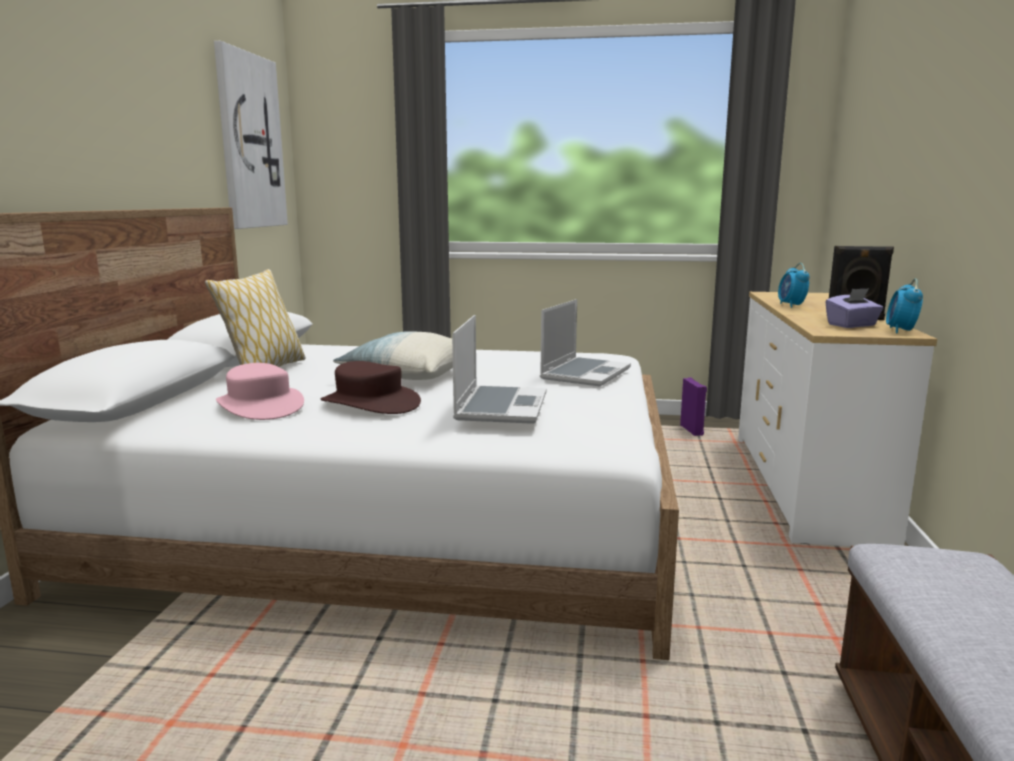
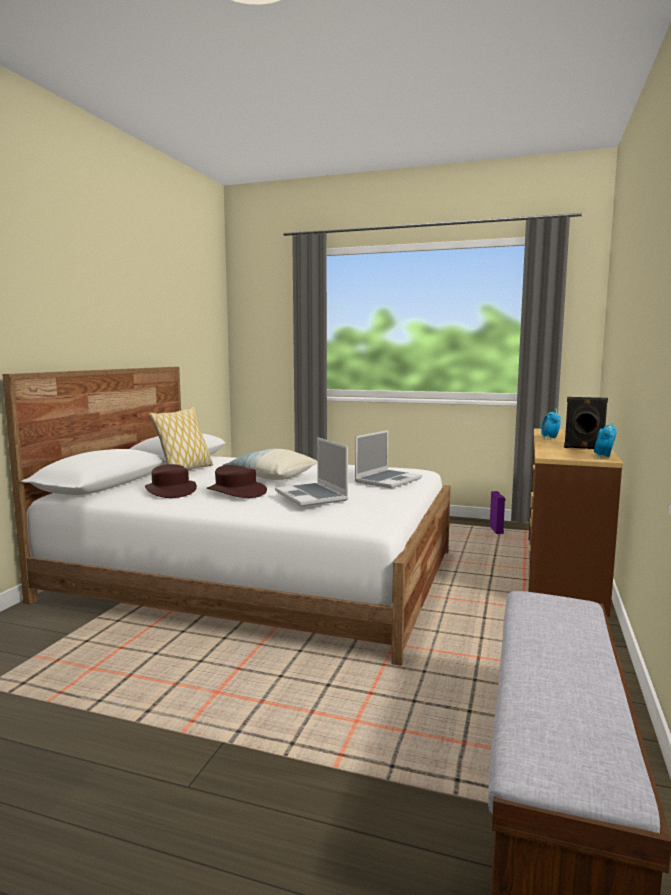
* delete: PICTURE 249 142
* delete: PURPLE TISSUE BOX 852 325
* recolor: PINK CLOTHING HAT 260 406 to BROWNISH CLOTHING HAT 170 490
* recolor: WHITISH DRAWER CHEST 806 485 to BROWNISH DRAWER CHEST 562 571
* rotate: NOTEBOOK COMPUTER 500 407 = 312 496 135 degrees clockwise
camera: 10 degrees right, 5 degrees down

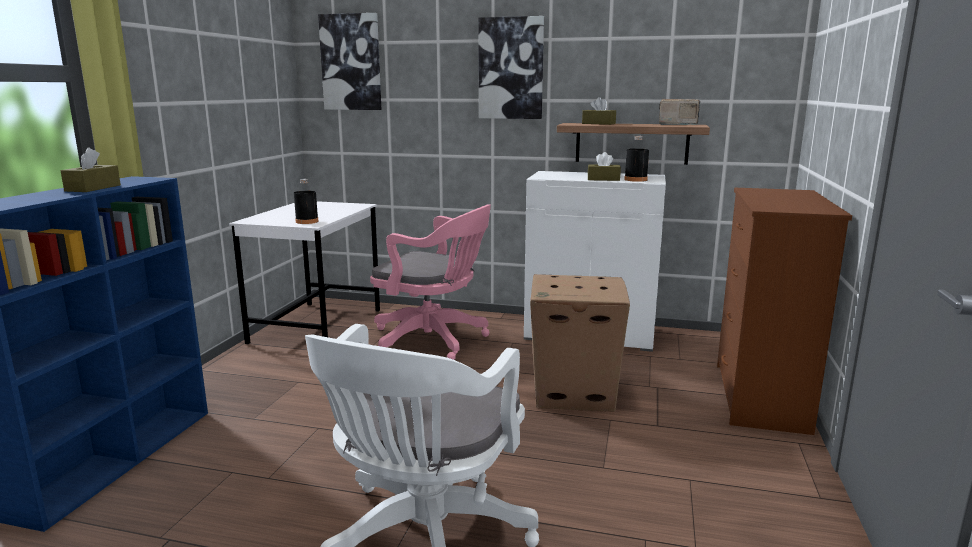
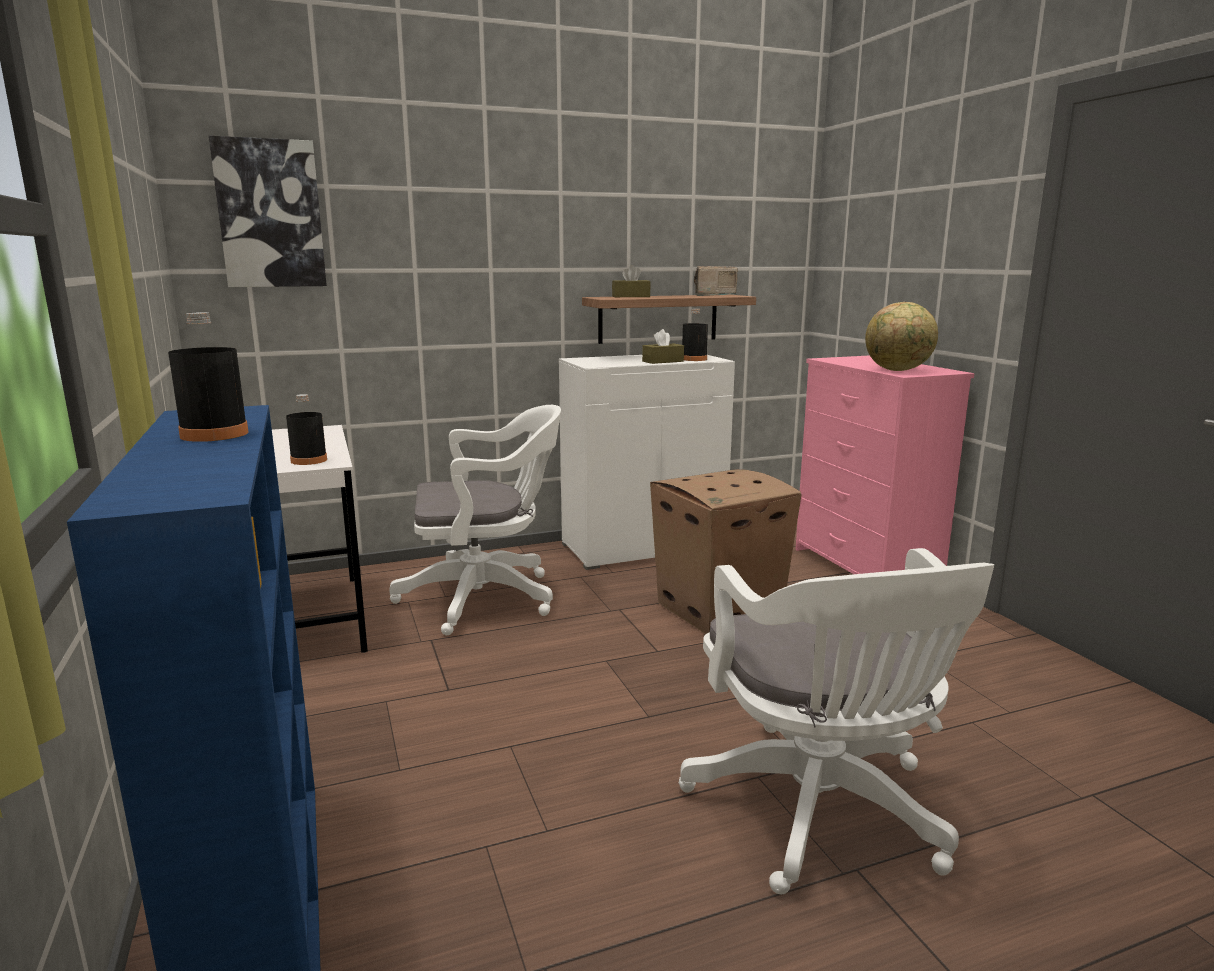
* delete: PICTURE 511 68
* insert: GLOBE 898 370
* replace: BROWNISH TISSUE BOX 93 188 to BLACKISH DRINK BOTTLE 214 434
* recolor: PINK OFFICE CHAIR 434 340 to WHITISH OFFICE CHAIR 487 598
* recolor: BROWNISH DRAWER CHEST 759 397 to PINK DRAWER CHEST 865 568
camera: 35 degrees left, 0 degrees up

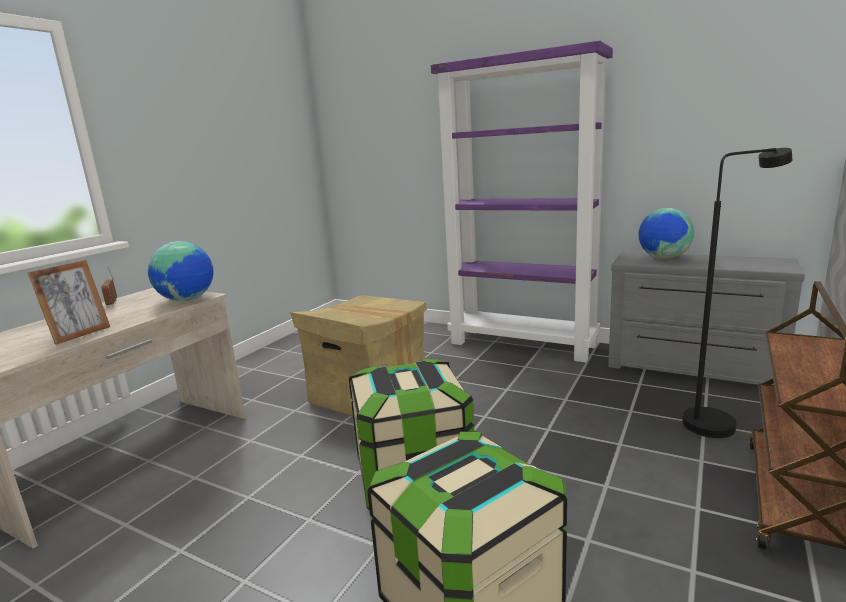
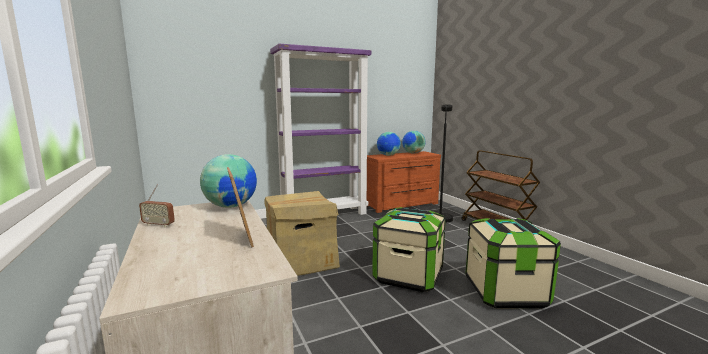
* insert: GLOBE 413 153
* recolor: GRAY DRAWER CHEST 692 368 to BROWNISH DRAWER CHEST 402 205
camera: 55 degrees left, 5 degrees down

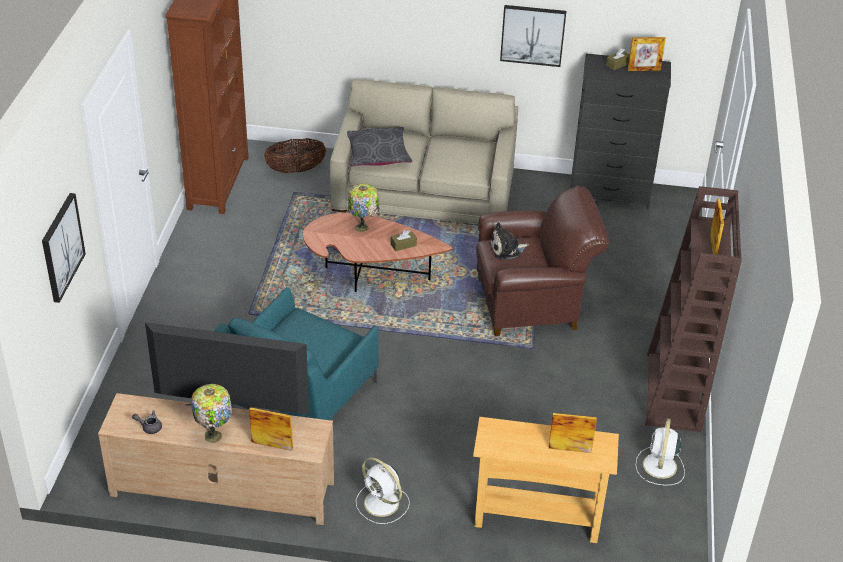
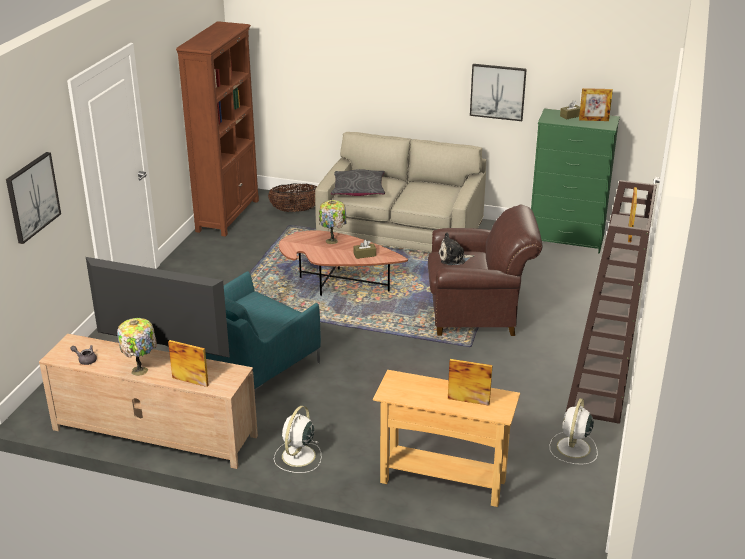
* recolor: BLACKISH DRAWER CHEST 610 192 to GREEN-COLOURED DRAWER CHEST 566 240
* rotate: WHITISH COOLING FAN 382 504 = 298 457 60 degrees clockwise
camera: 10 degrees right, 10 degrees down

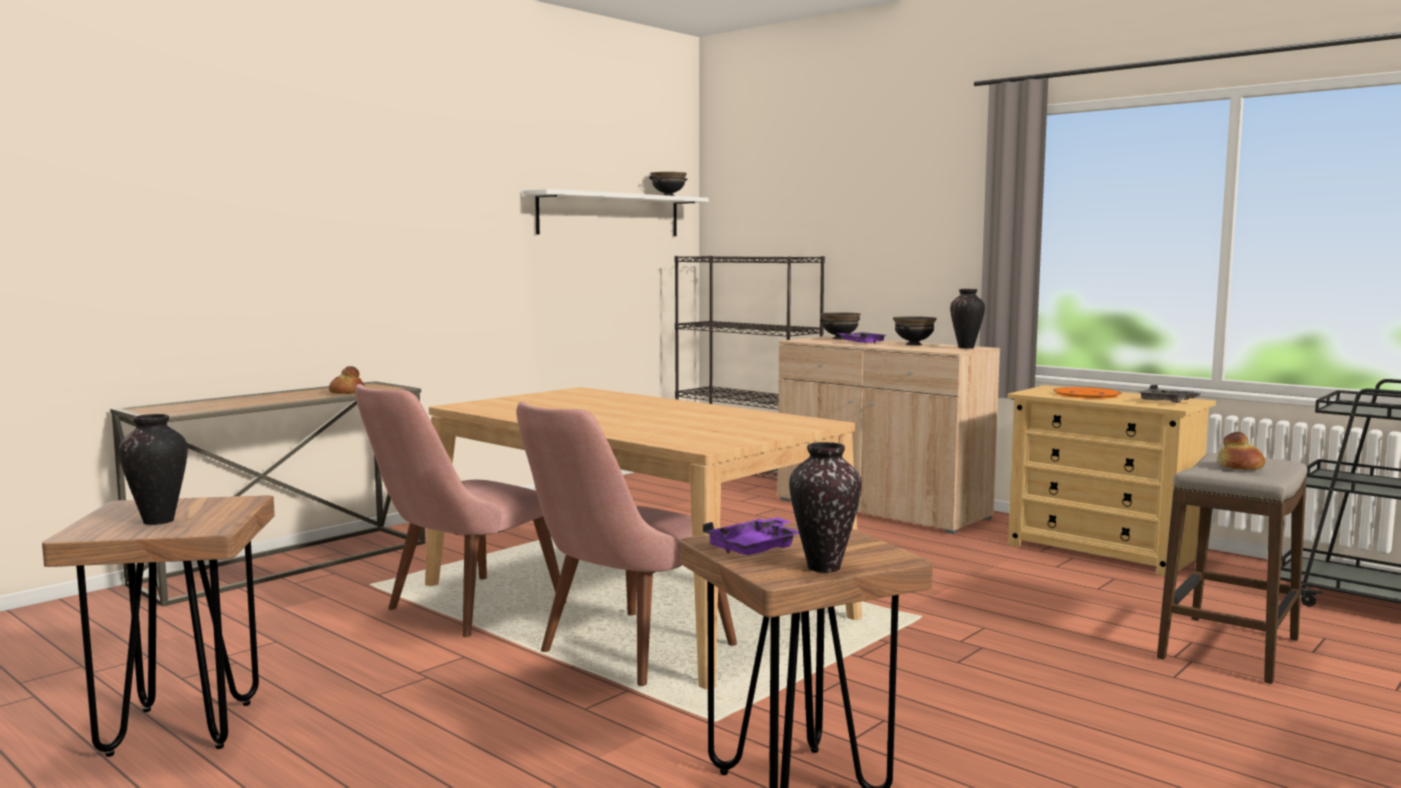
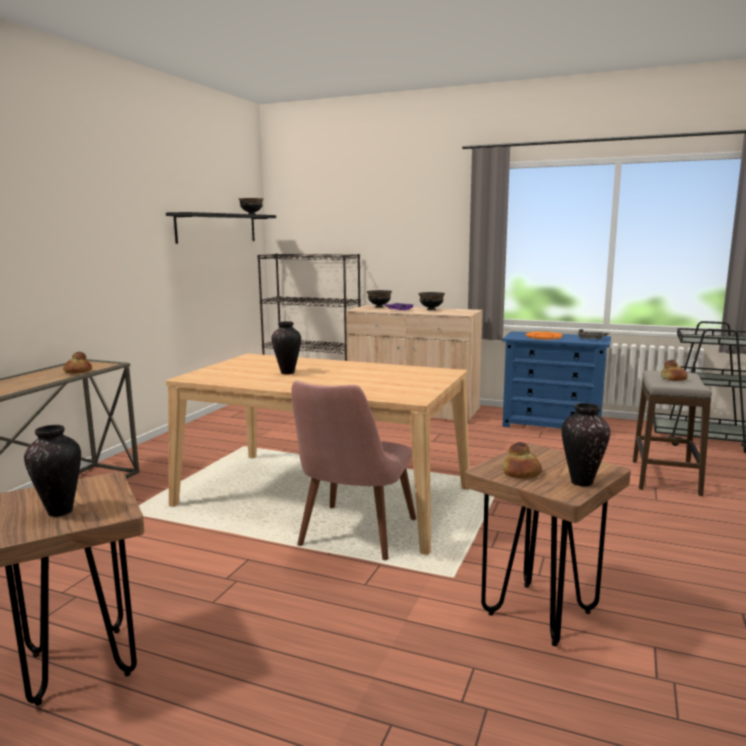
* delete: PINK PLAIN CHAIR 459 611
* move: FLOWER VASE 966 348 to 287 373
* replace: PURPLE SERVING TRAY 755 549 to BAKERY BREAD 522 473
* recolor: WHITISH WALL SHELF 610 215 to BLACKISH WALL SHELF 217 228
* recolor: BEIGE DRAWER CHEST 1102 551 to BLUE DRAWER CHEST 552 424
camera: 20 degrees left, 5 degrees up

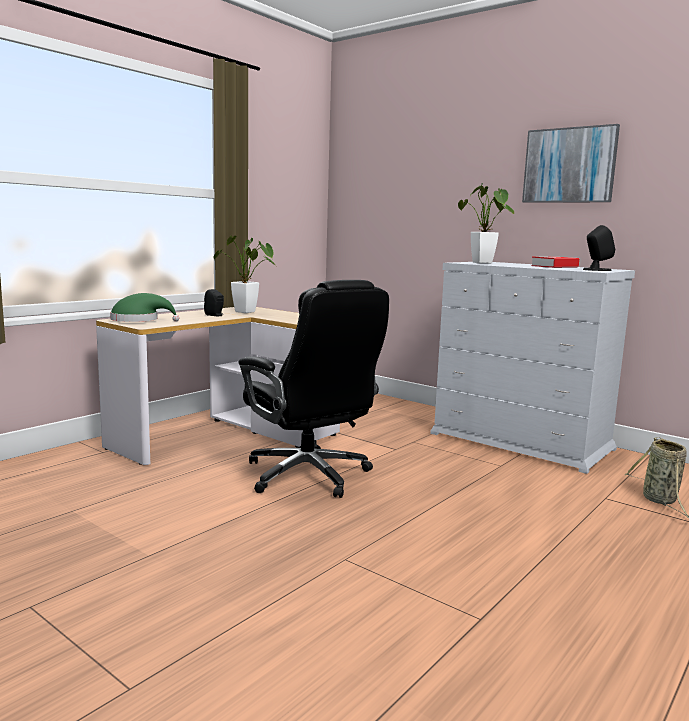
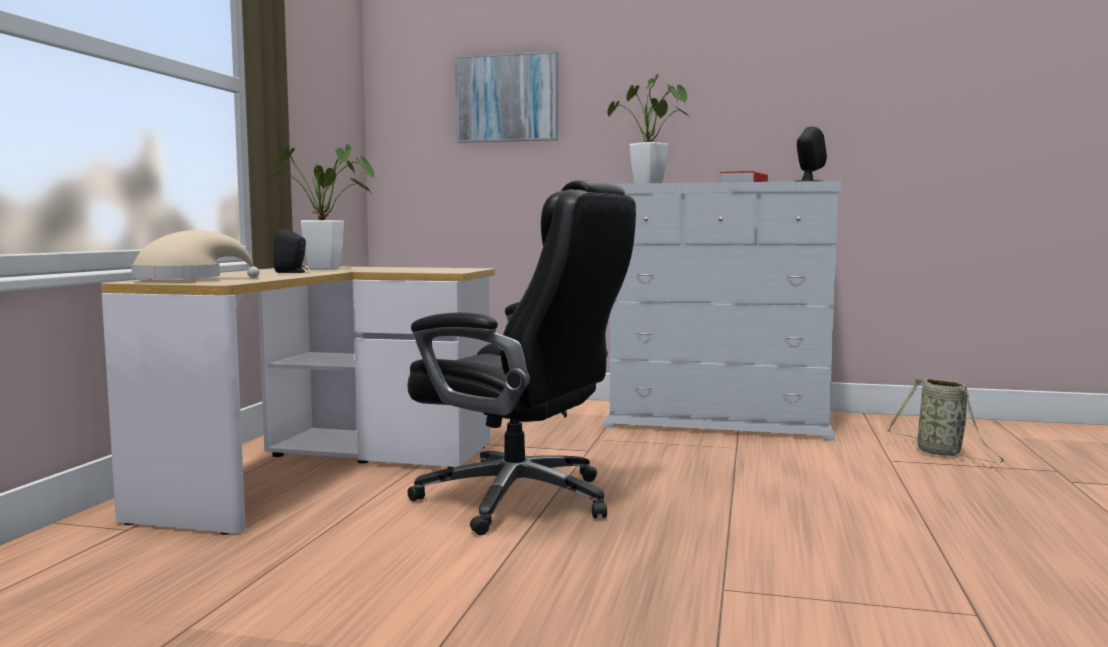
* move: PICTURE 569 165 to 507 98
* recolor: GREEN-COLOURED CLOTHING HAT 139 320 to BEIGE CLOTHING HAT 186 280
camera: 25 degrees left, 5 degrees down

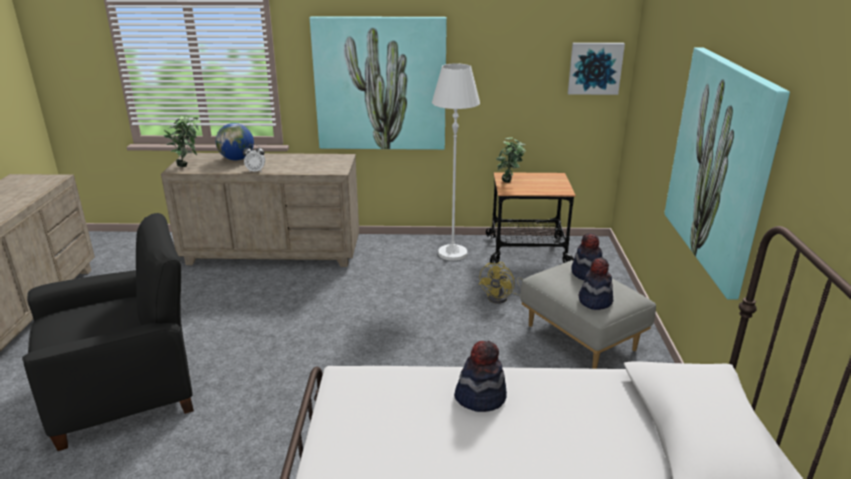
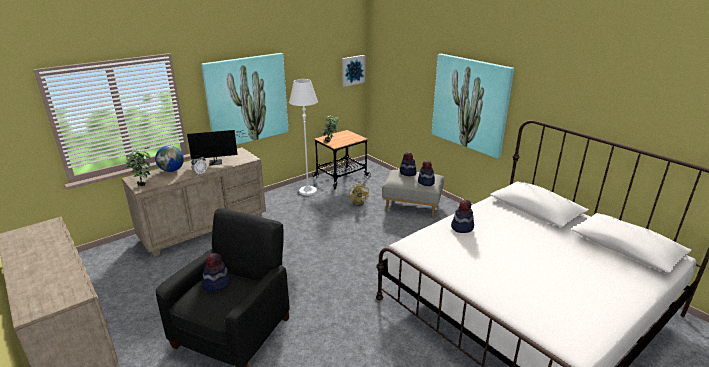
* insert: COMPUTER SCREEN 218 162
* insert: CLOTHING HAT 216 283
camera: 40 degrees left, 0 degrees up

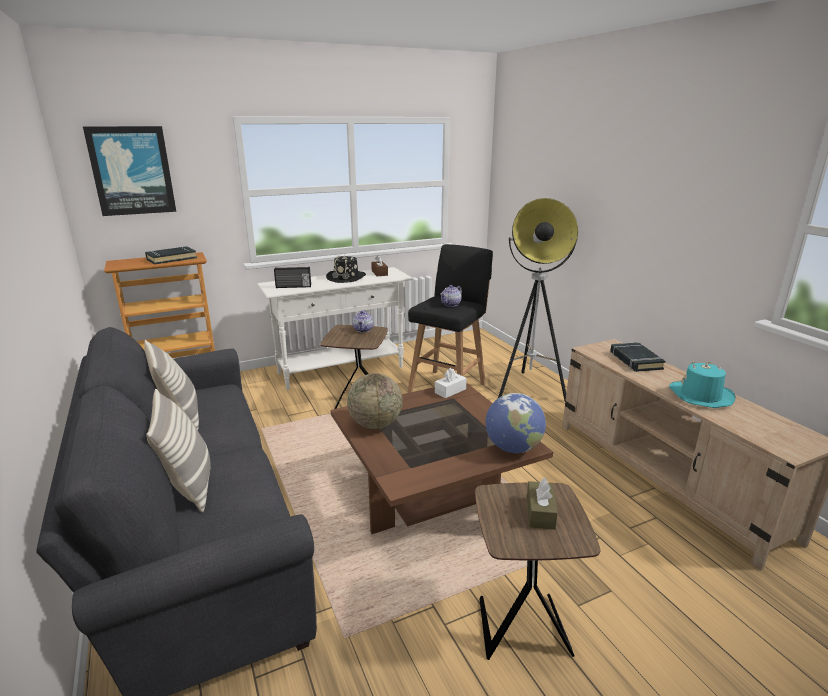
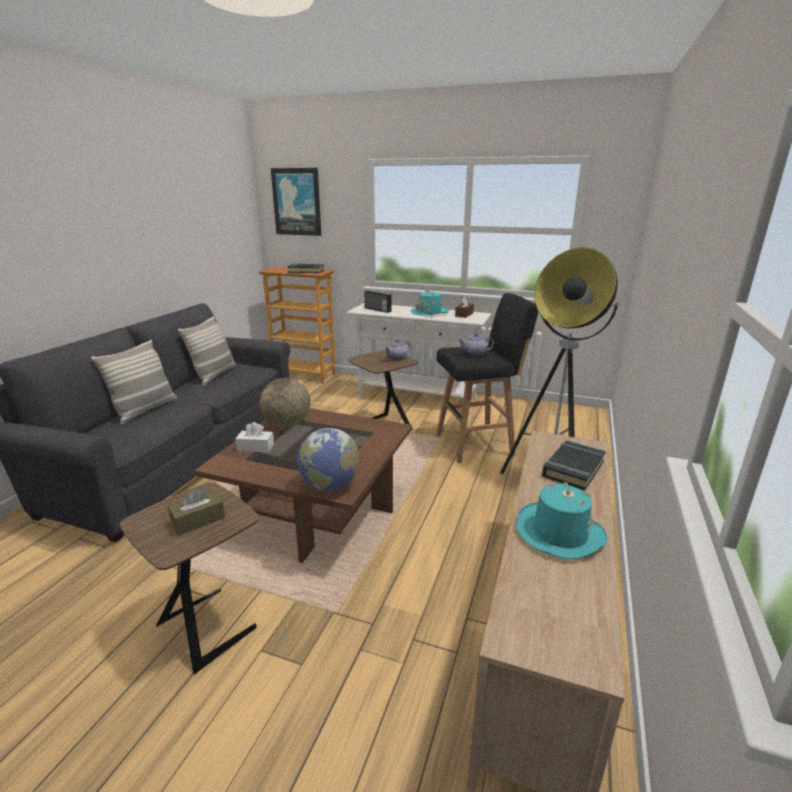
* move: WHITISH TISSUE BOX 450 391 to 255 447
* recolor: BLACKISH CLOTHING HAT 346 277 to TURQUOISE CLOTHING HAT 429 312
camera: 45 degrees right, 0 degrees up

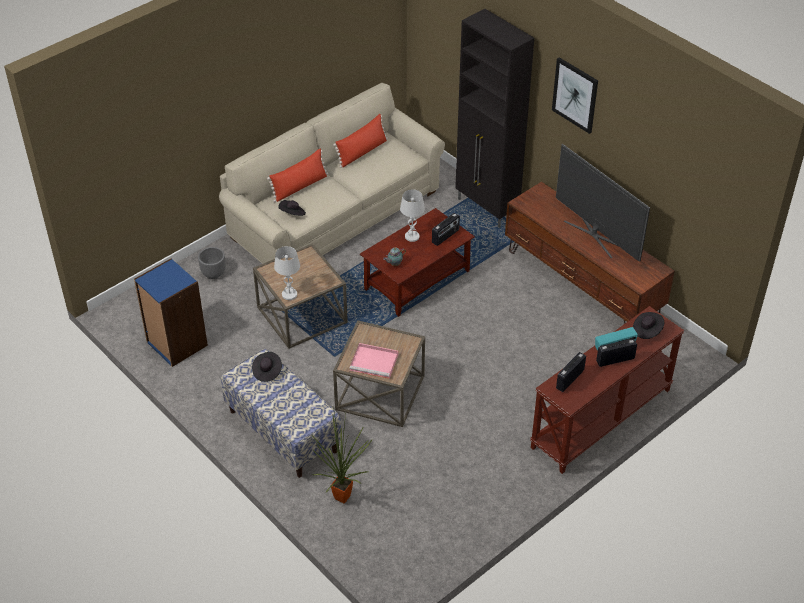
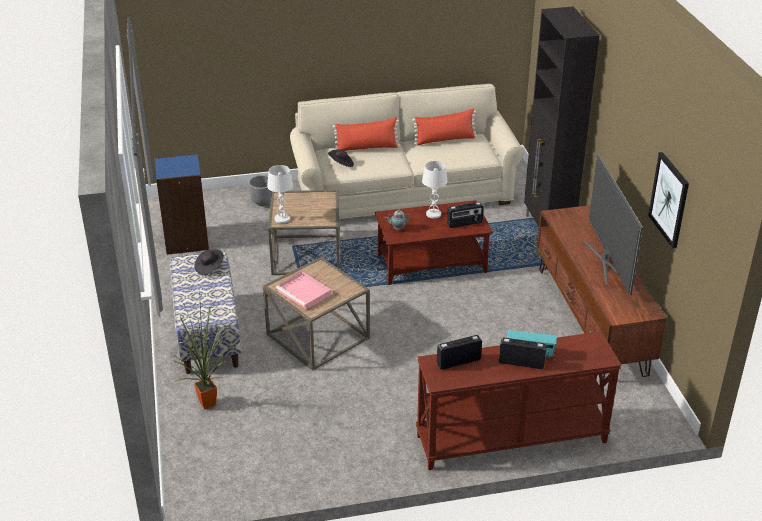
* delete: BLACKISH CLOTHING HAT 647 330
* move: PICTURE 575 95 to 669 199
camera: 30 degrees right, 10 degrees down

